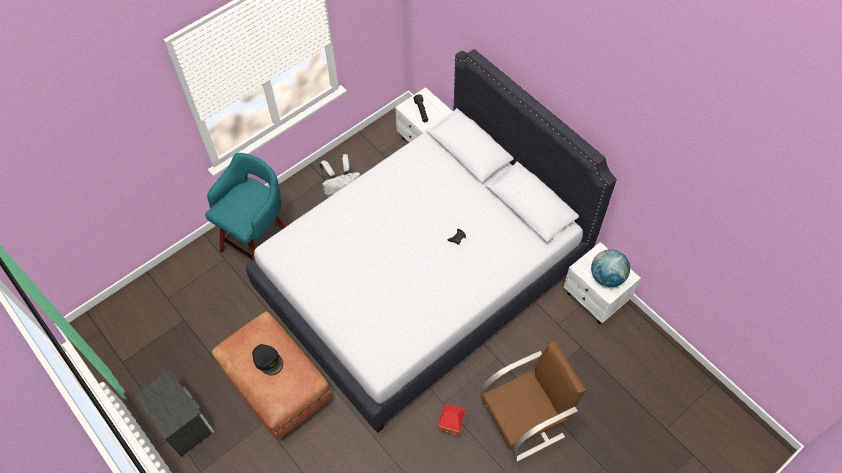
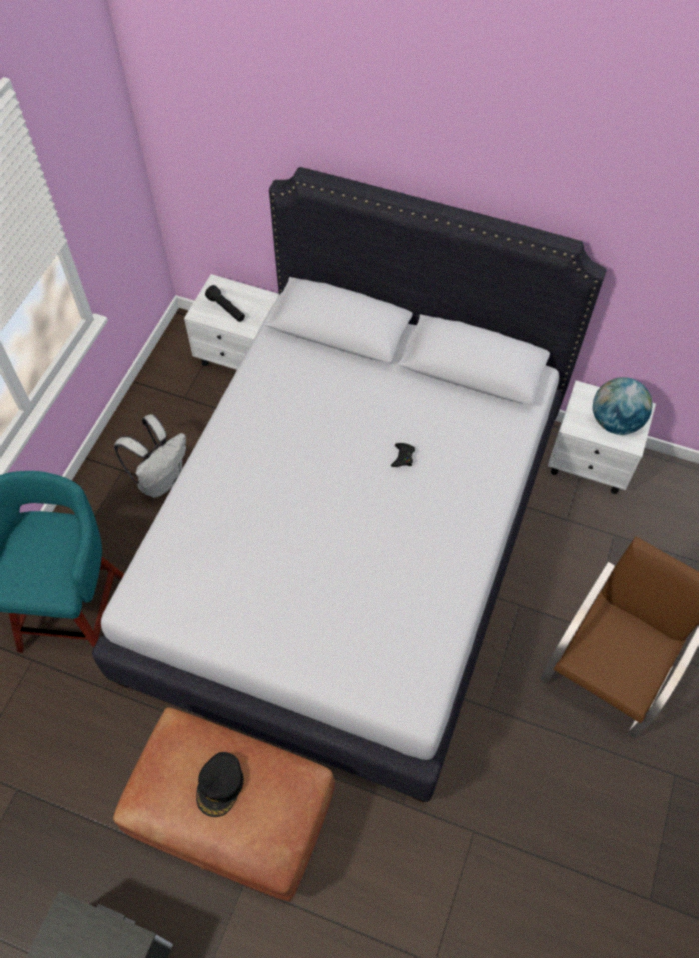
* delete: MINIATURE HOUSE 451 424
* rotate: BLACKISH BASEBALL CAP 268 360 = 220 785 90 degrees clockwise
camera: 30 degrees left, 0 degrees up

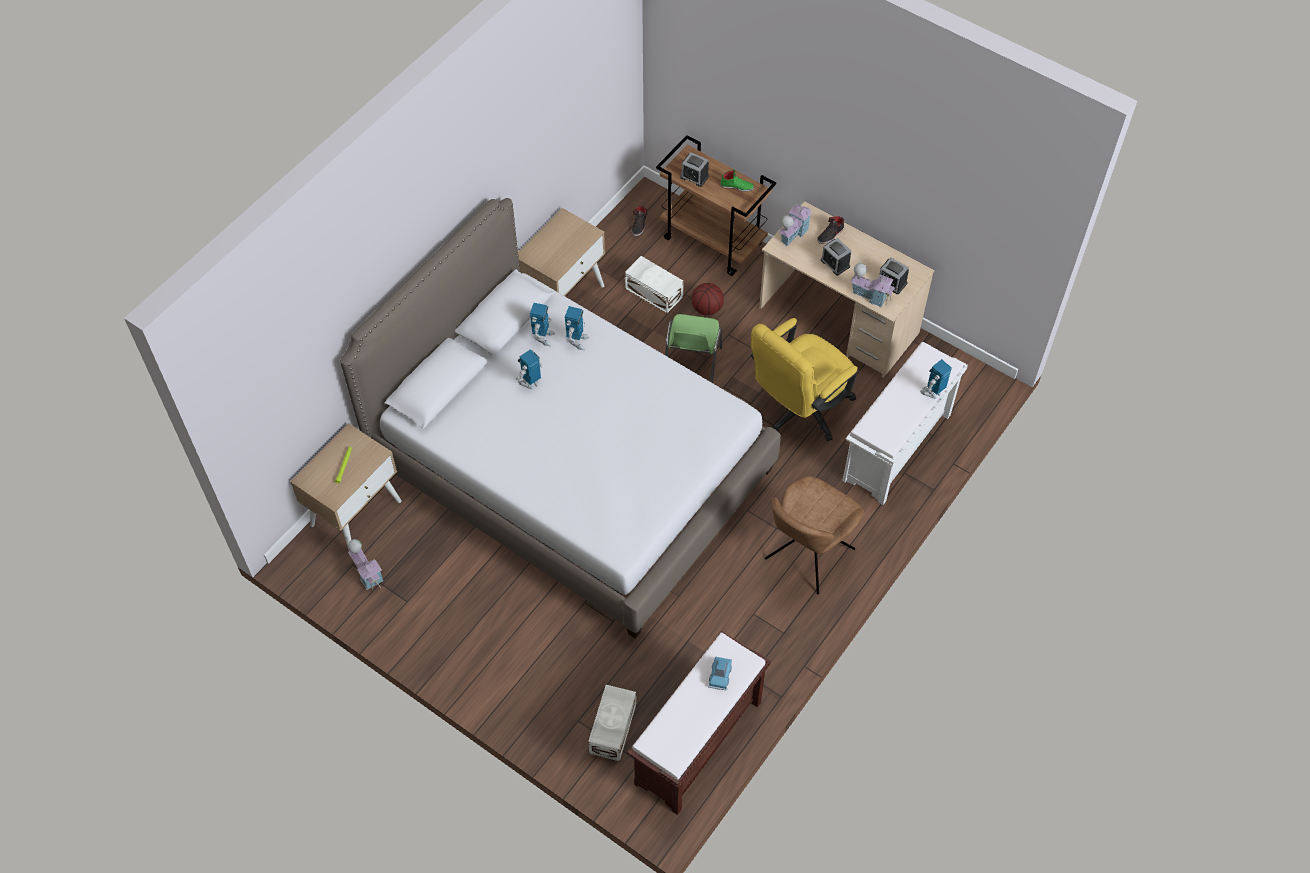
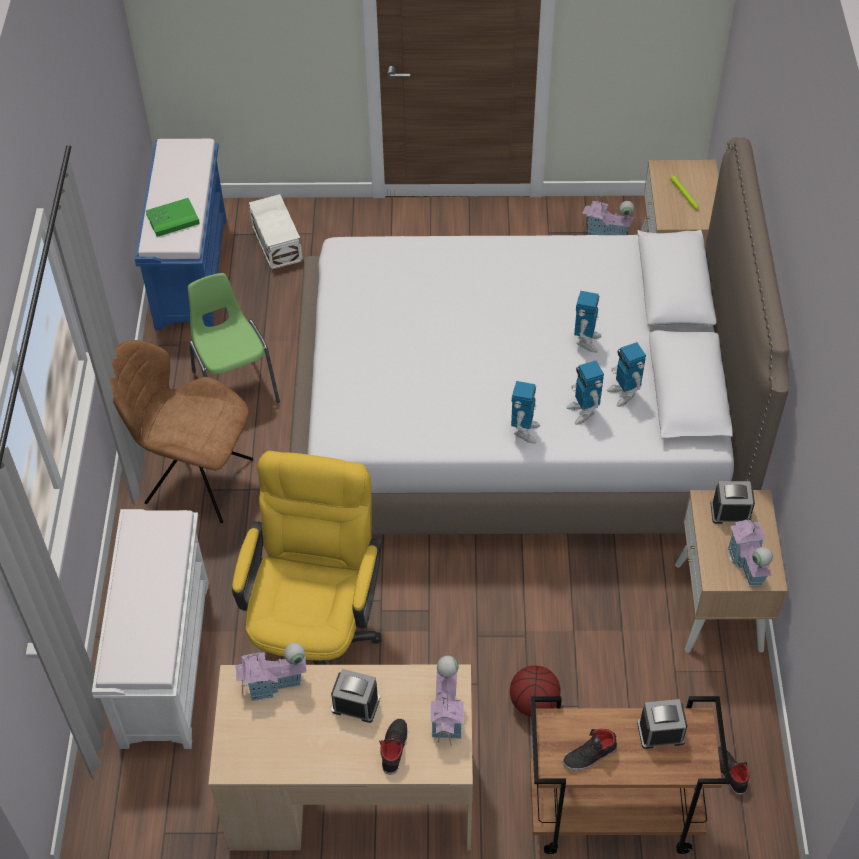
* delete: WHITISH STORAGE BOX 653 292
* insert: MINIATURE HOUSE 746 564
* move: GREEN-COLOURED PLAIN CHAIR 691 368 to 234 386
* move: BEDSIDE CLOCK 891 282 to 730 512
* move: ROBOT FIGURE 933 392 to 524 431
* replace: BLUE MODEL CAR 720 675 to GREEN-COLOURED BOUND BOOK 173 219
* recolor: BROWNISH BENCH 698 744 to BLUE BENCH 191 271
* recolor: GREEN-COLOURED ITEM OF FOOTWEAR 737 186 to BLACKISH ITEM OF FOOTWEAR 590 756
* rotate: BROWNISH PLAIN CHAIR 807 556 = 195 480 75 degrees counterclockwise
camera: 145 degrees right, 5 degrees down

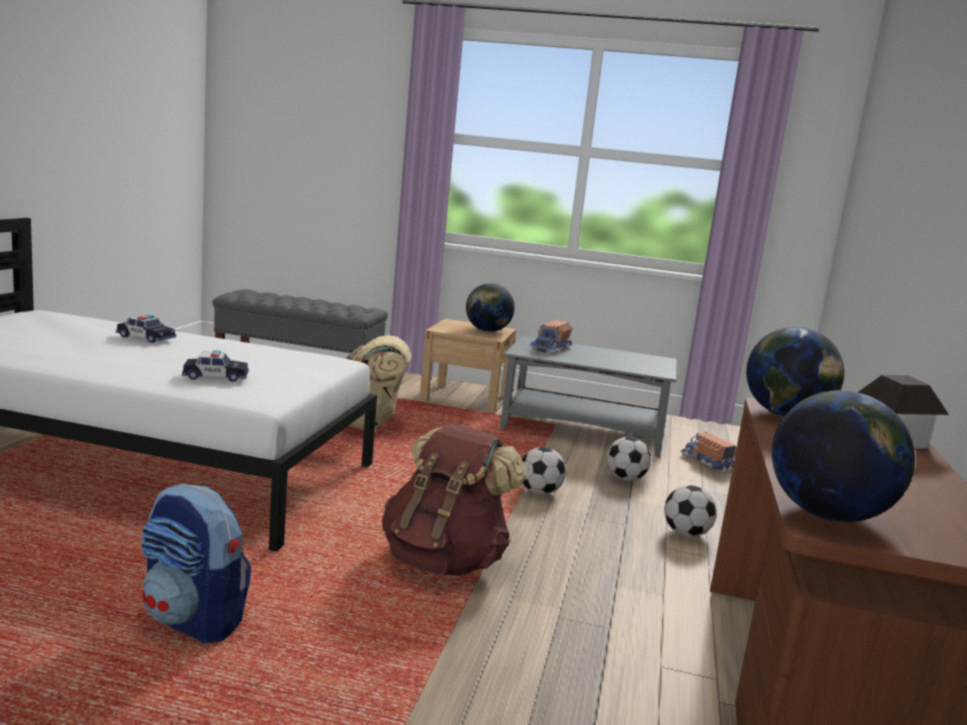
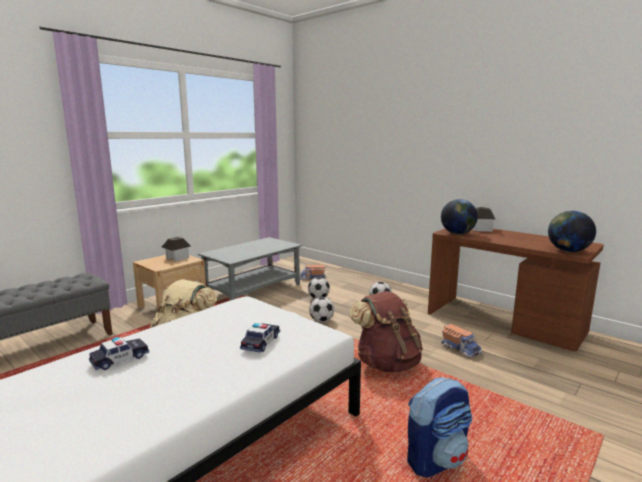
* move: TOY TRUCK 551 349 to 460 348
* replace: GLOBE 487 331 to MINIATURE HOUSE 177 258
camera: 60 degrees left, 0 degrees up

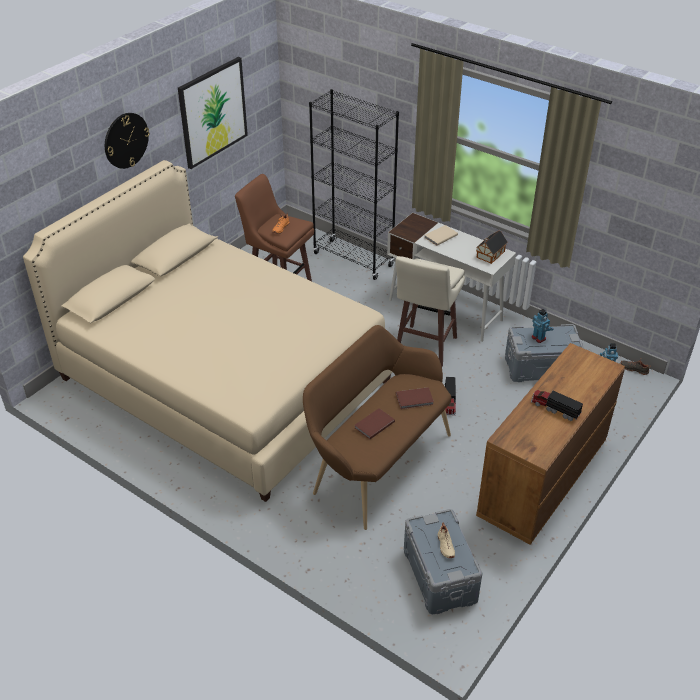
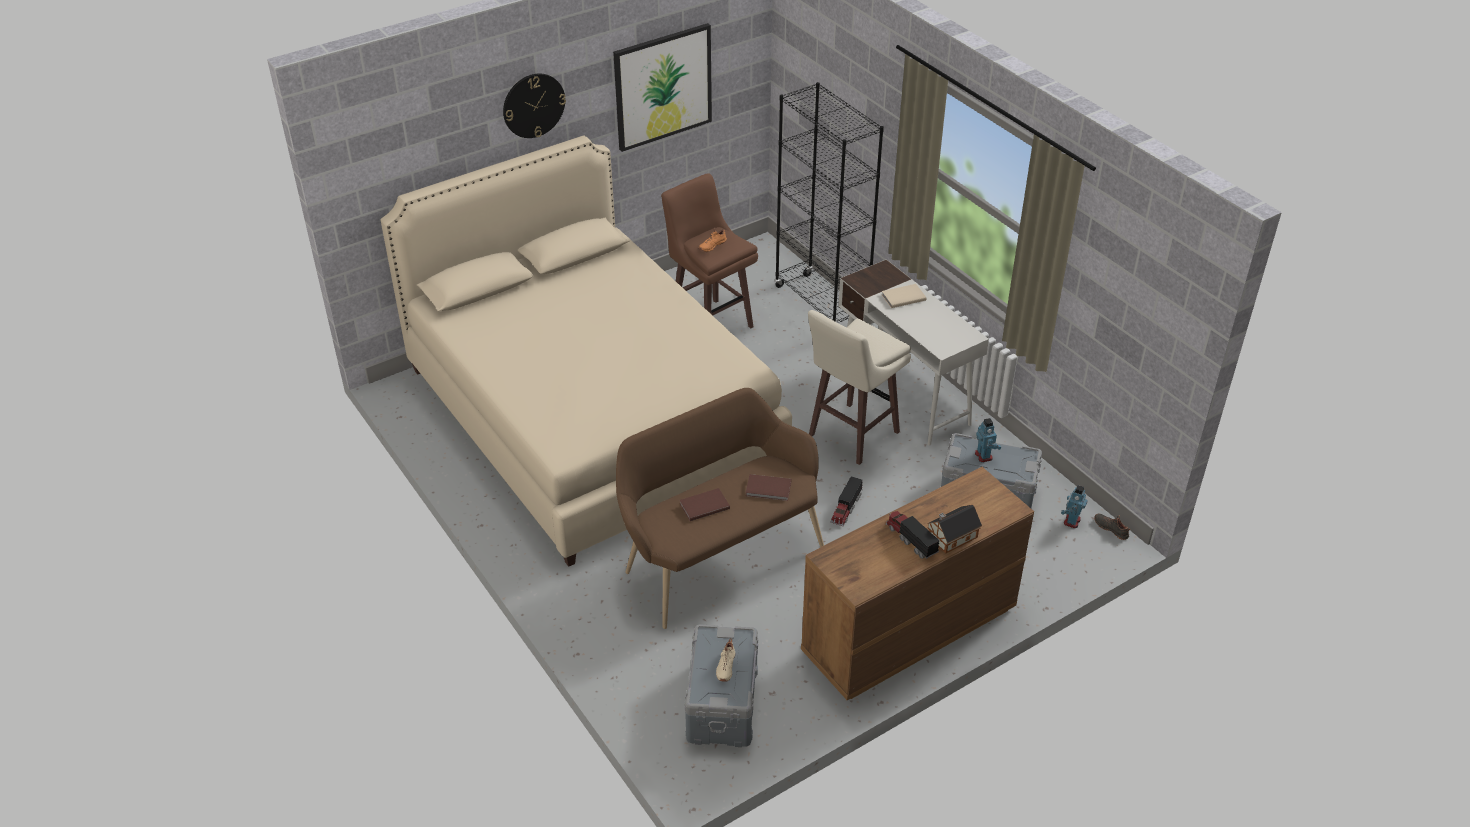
* move: MINIATURE HOUSE 489 255 to 951 537
camera: 20 degrees right, 0 degrees up

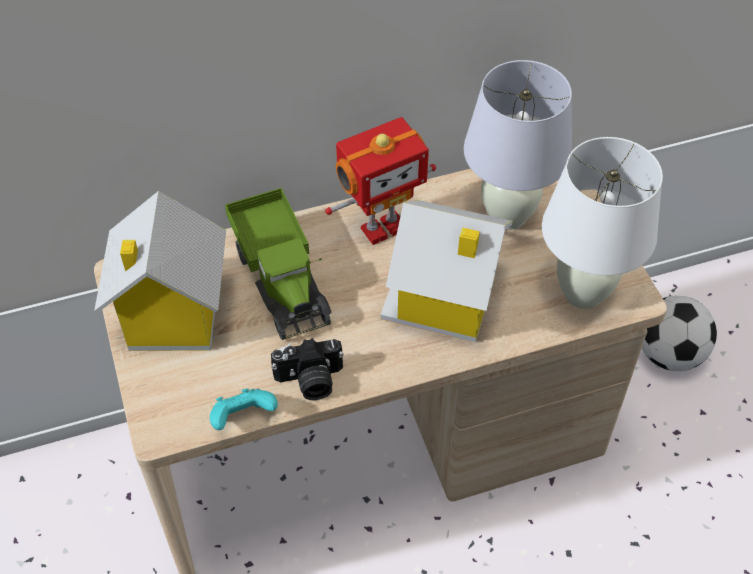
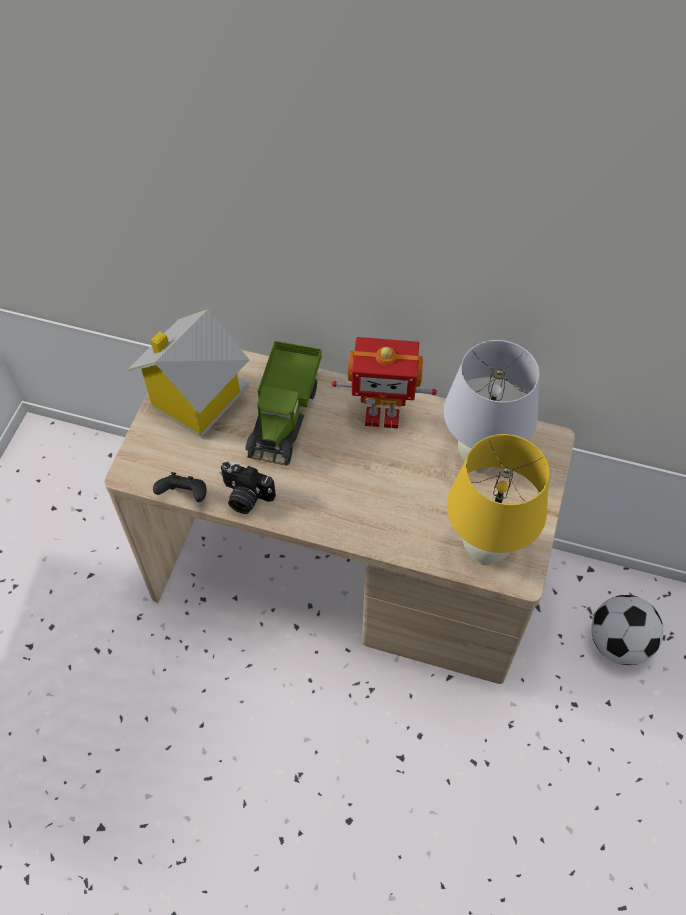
* delete: MINIATURE HOUSE 443 302
* recolor: TURQUOISE GAME CONTROLLER 243 418 to BLACKISH GAME CONTROLLER 185 495
* recolor: WHITISH LAMP FOR A TABLE 583 294 to YELLOW-COLOURED LAMP FOR A TABLE 484 550
camera: 35 degrees right, 5 degrees up

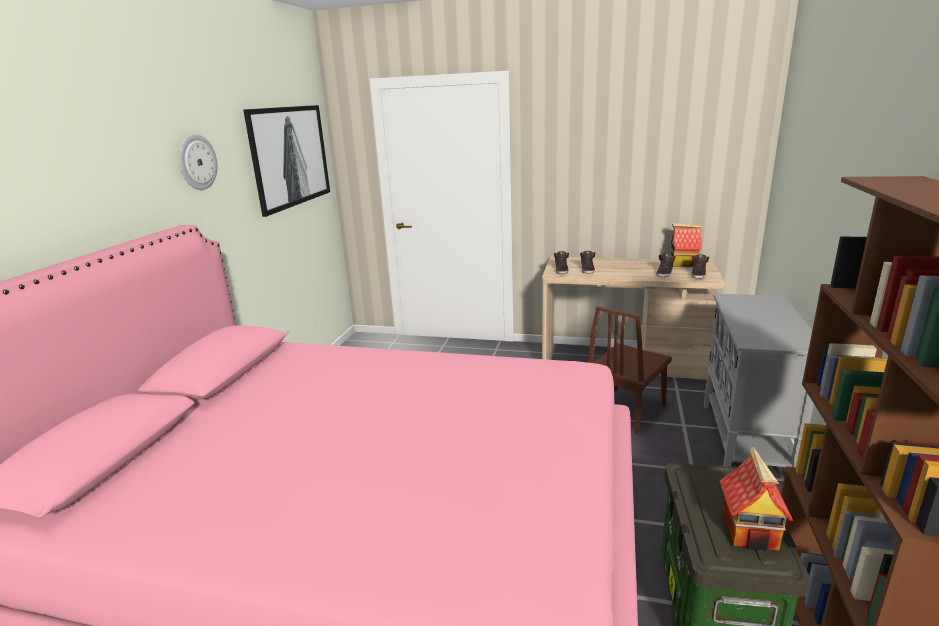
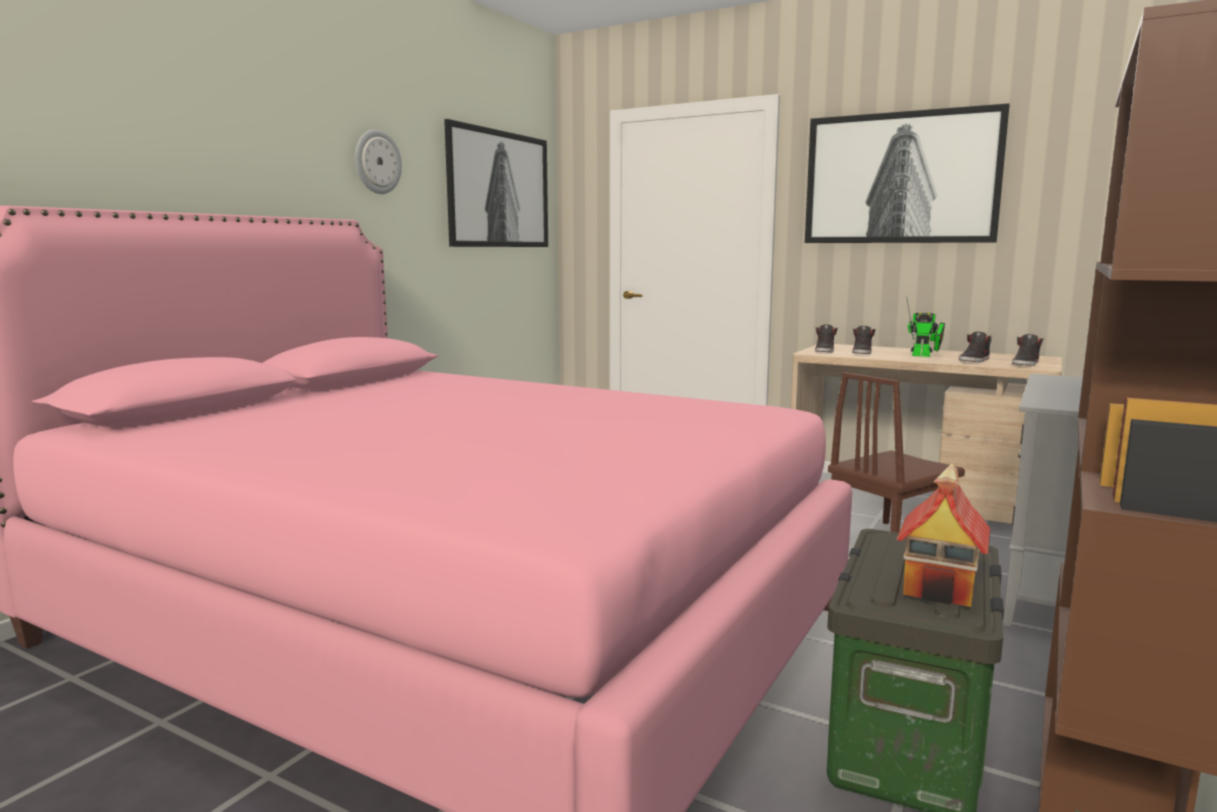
* delete: MINIATURE HOUSE 683 263
* insert: PICTURE 901 178
* insert: ROBOT FIGURE 924 356
camera: 15 degrees right, 10 degrees down

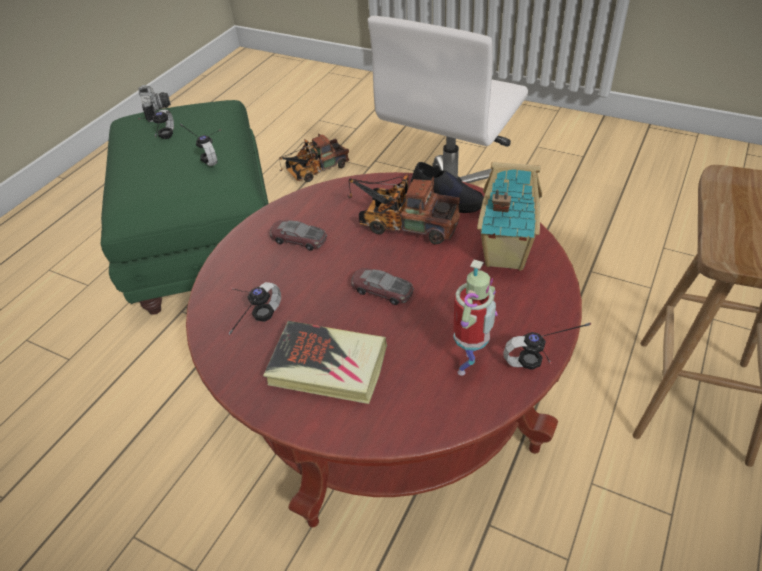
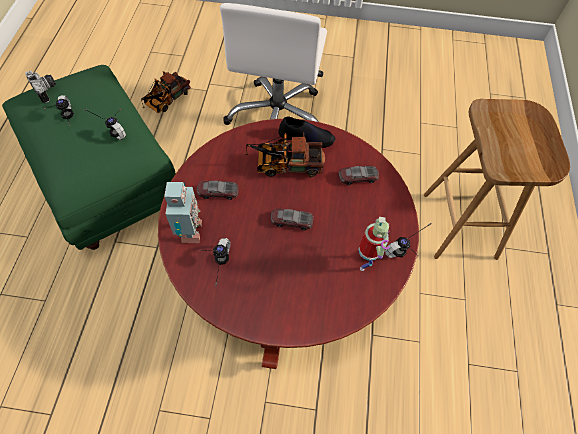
* delete: BOUND BOOK 327 367
* insert: ROBOT FIGURE 189 232
* replace: MINIATURE HOUSE 503 256 to MODEL CAR 357 177
camera: 25 degrees left, 15 degrees up

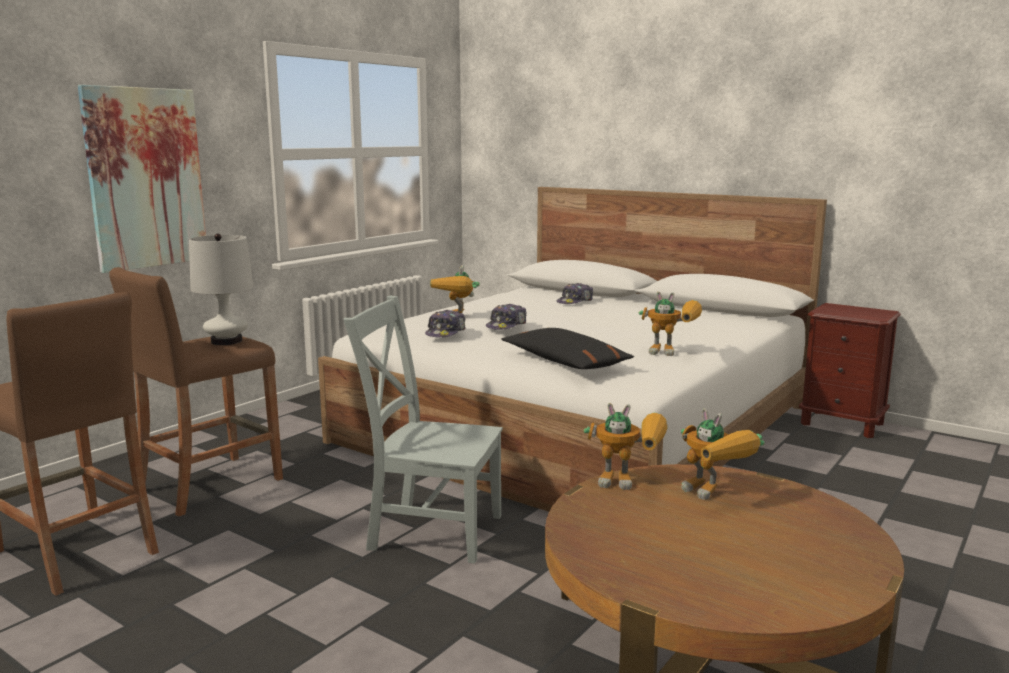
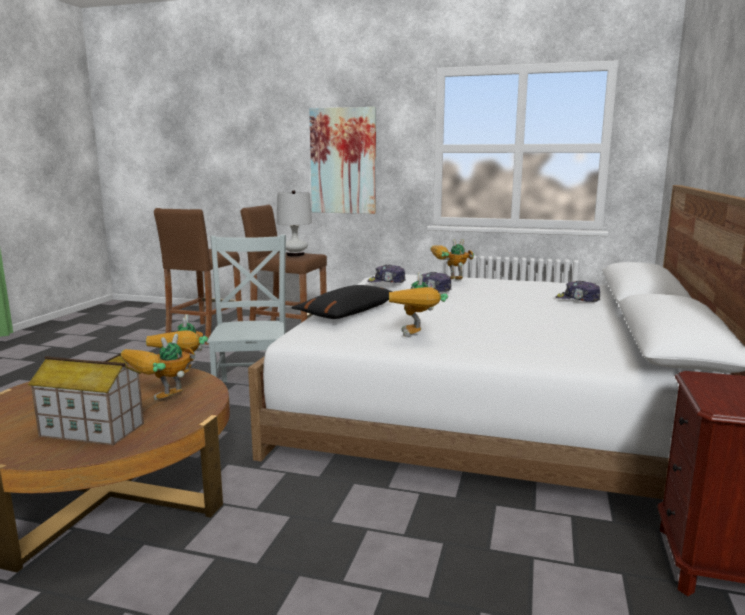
* insert: MINIATURE HOUSE 91 430
camera: 70 degrees right, 0 degrees up

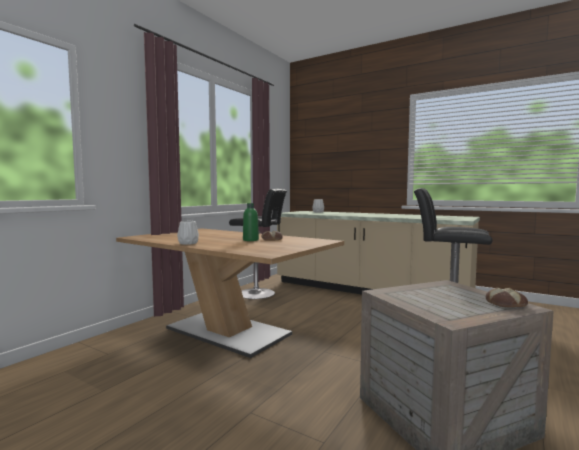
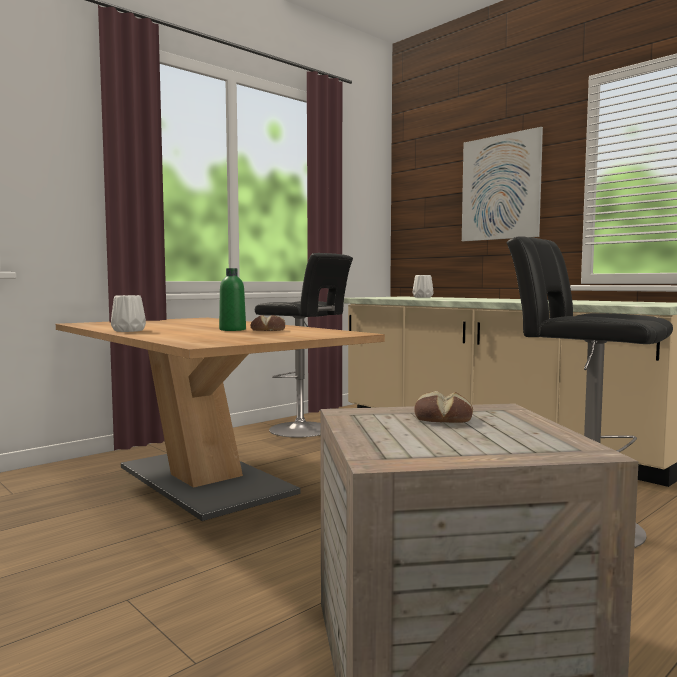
* insert: PICTURE 500 187
* move: BAKERY BREAD 506 304 to 442 418
camera: 15 degrees right, 0 degrees up

